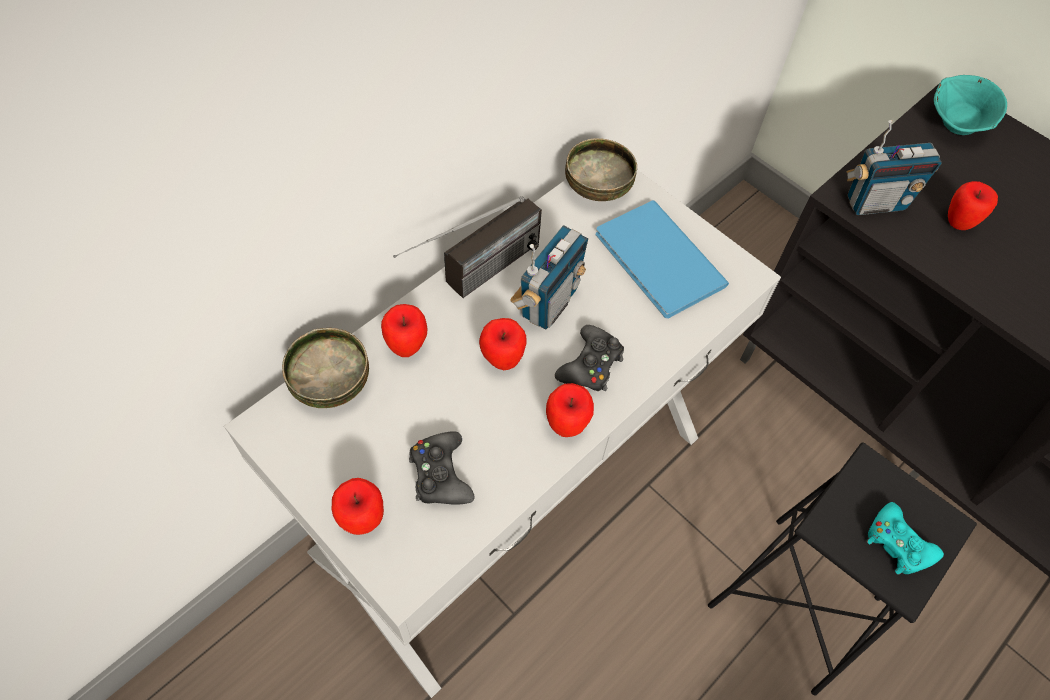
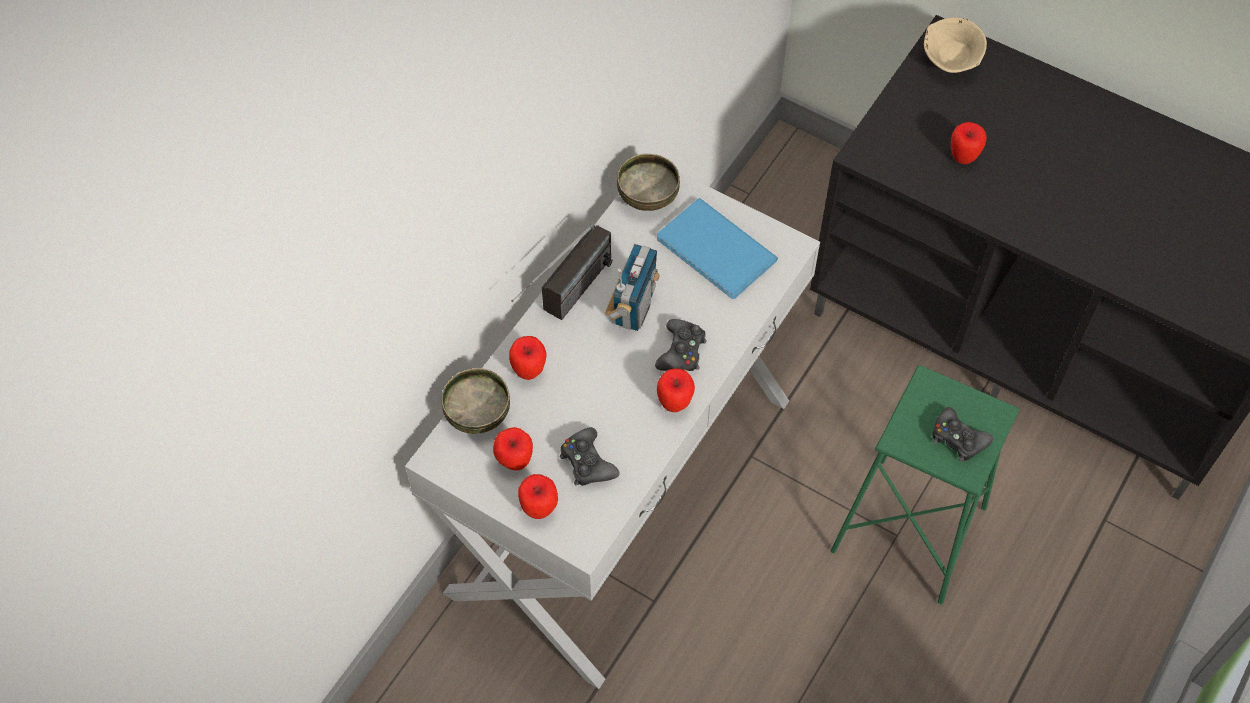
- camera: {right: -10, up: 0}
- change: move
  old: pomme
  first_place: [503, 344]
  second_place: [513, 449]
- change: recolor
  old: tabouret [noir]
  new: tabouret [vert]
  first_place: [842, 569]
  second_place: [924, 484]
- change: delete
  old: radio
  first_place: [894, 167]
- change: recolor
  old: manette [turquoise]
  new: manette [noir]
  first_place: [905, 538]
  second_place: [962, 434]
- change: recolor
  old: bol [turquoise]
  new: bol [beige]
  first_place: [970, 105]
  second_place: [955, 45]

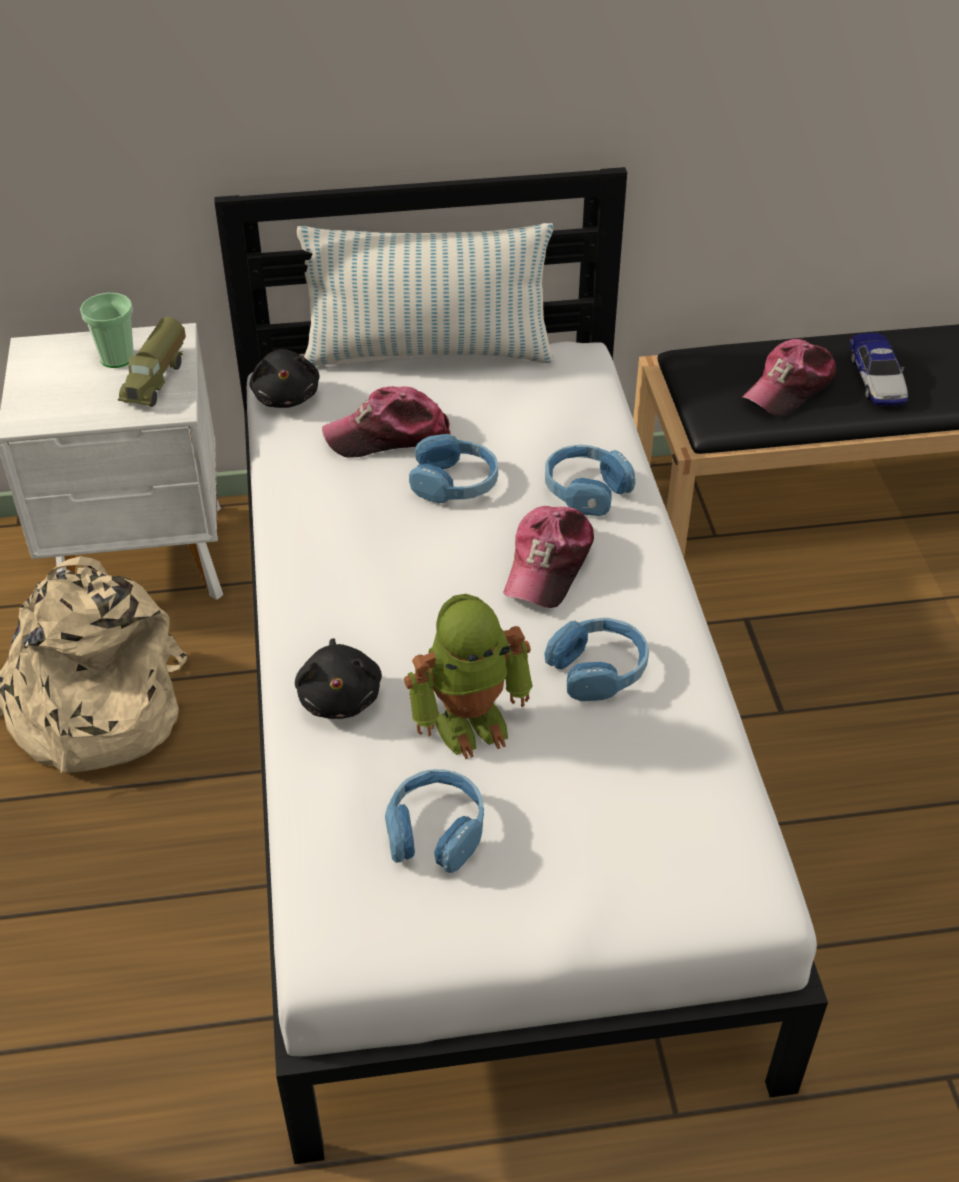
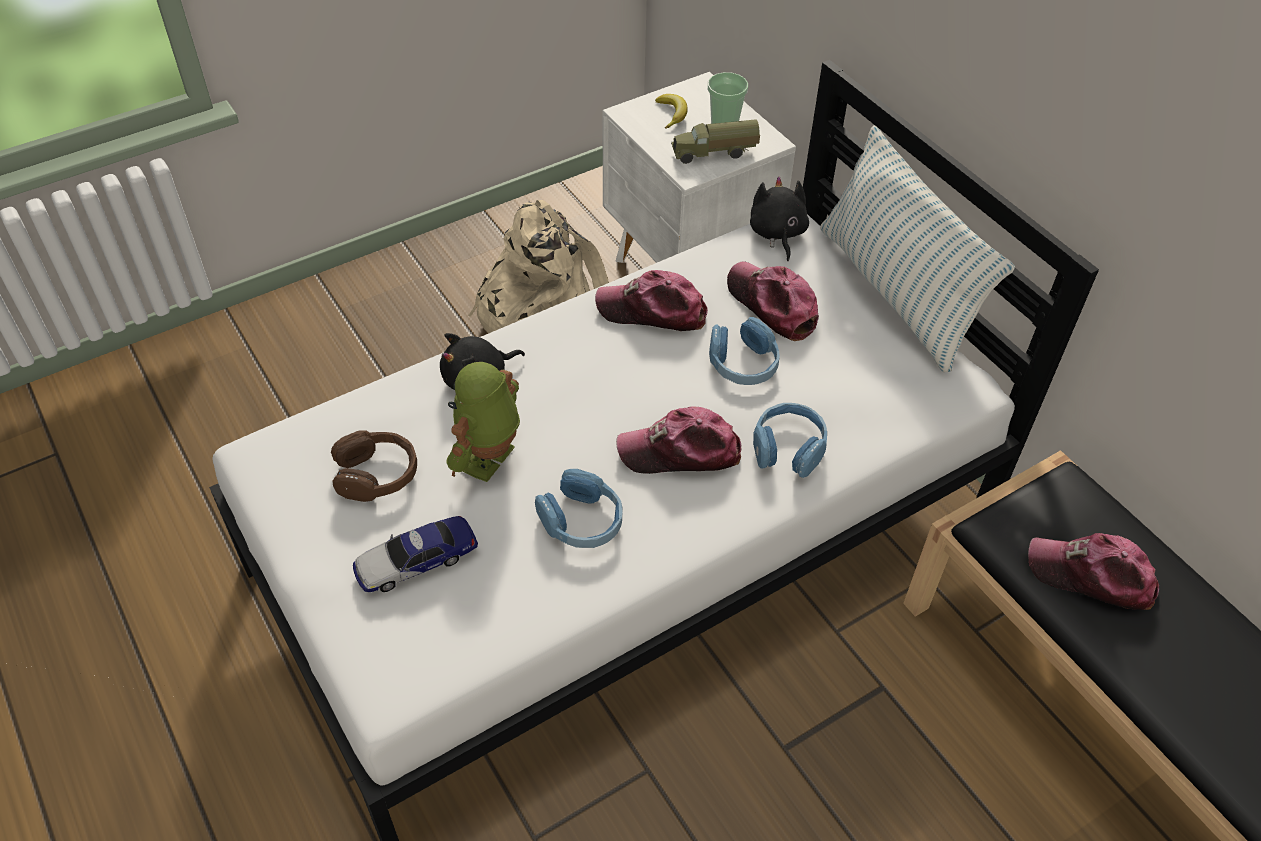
- camera: {right: 65, up: 5}
- change: rotate
  old: peluche [noir]
  first_place: [284, 378]
  second_place: [779, 218]
  degrees: 120
- change: recolor
  old: casque audio [bleu]
  new: casque audio [marron]
  first_place: [434, 821]
  second_place: [374, 466]
- change: rotate
  old: robot jouet
  first_place: [468, 676]
  second_place: [483, 422]
  degrees: 75
- change: move
  old: petite voiture
  first_place: [879, 369]
  second_place: [415, 554]
- change: insert
  new: casquette
  second_place: [651, 300]
- change: insert
  new: banane
  second_place: [671, 111]

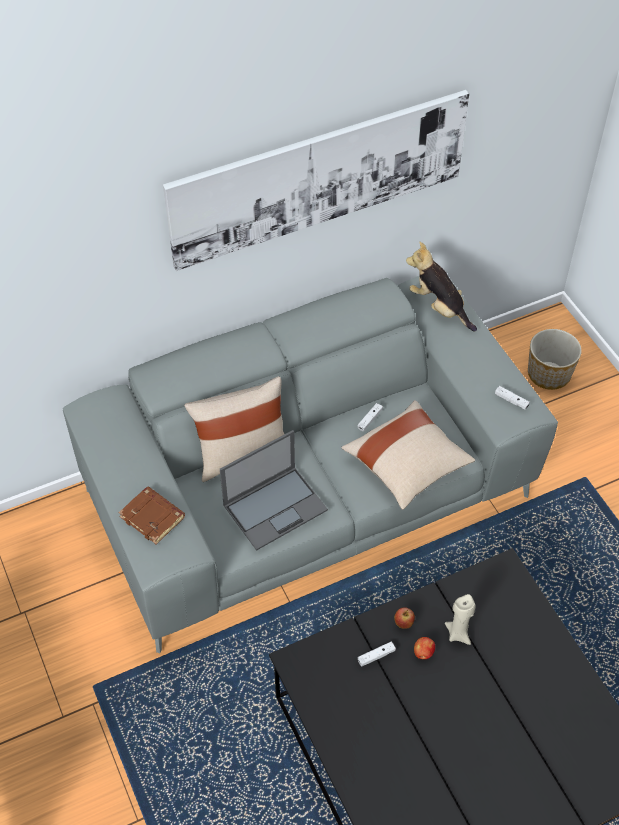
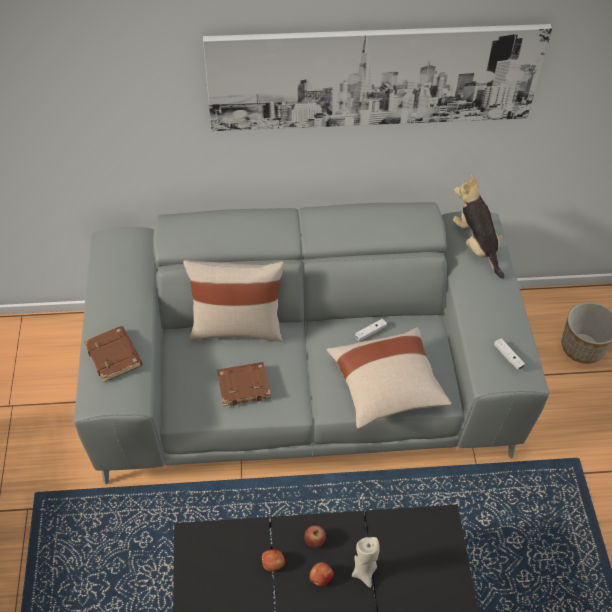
- camera: {right: 20, up: 0}
- change: replace
  old: ordinateur portable
  new: livre [marron]
  first_place: [274, 490]
  second_place: [244, 384]
- change: replace
  old: manette [blanc]
  new: pomme
  first_place: [377, 653]
  second_place: [273, 560]

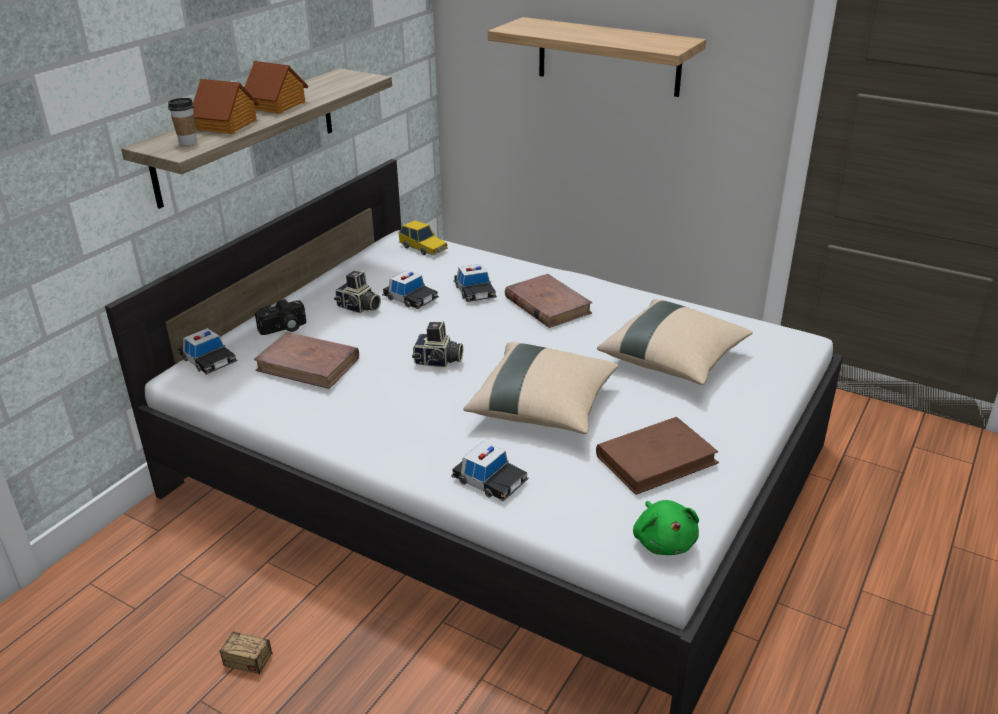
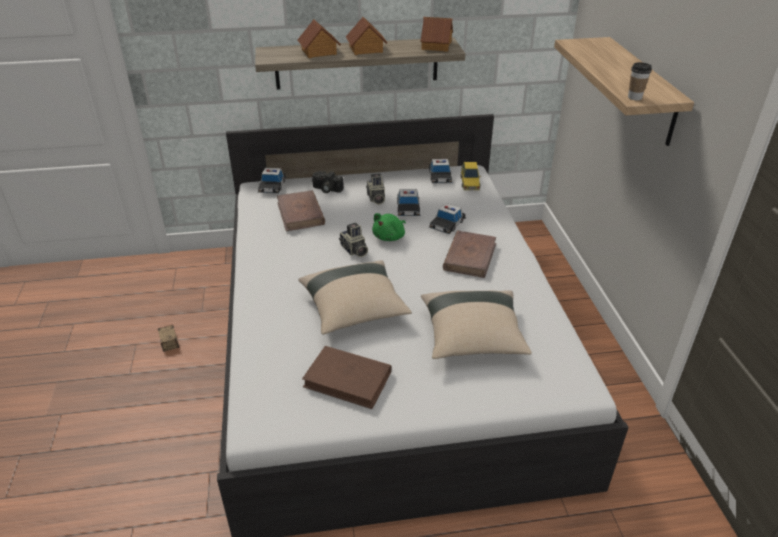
- camera: {right: 50, up: 5}
- change: move
  old: tasse
  first_place: [182, 122]
  second_place: [640, 81]
- change: move
  old: petite voiture
  first_place: [490, 471]
  second_place: [440, 171]
- change: move
  old: peluche [vert]
  first_place: [666, 527]
  second_place: [389, 227]
- change: insert
  new: maison miniature
  second_place: [437, 34]

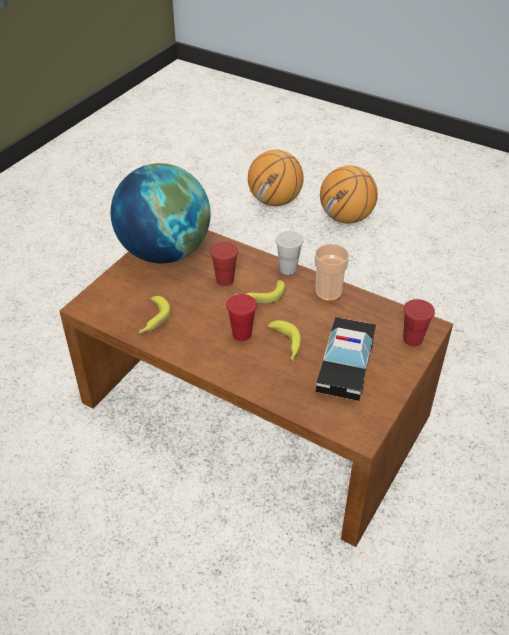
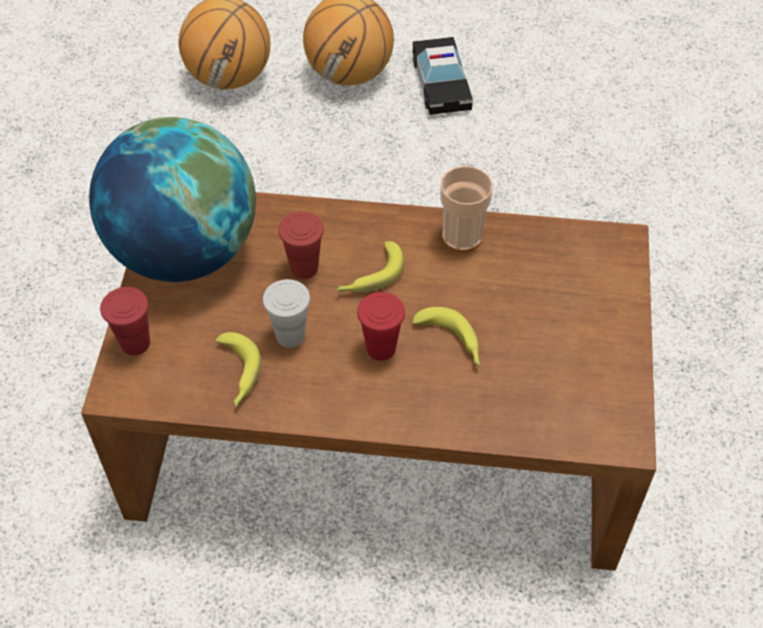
- camera: {right: -25, up: 10}
- change: move
  old: tasse [blanc]
  first_place: [289, 253]
  second_place: [286, 313]
- change: move
  old: petite voiture
  first_place: [346, 359]
  second_place: [443, 76]
- change: move
  old: tasse [rouge]
  first_place: [419, 323]
  second_place: [125, 321]

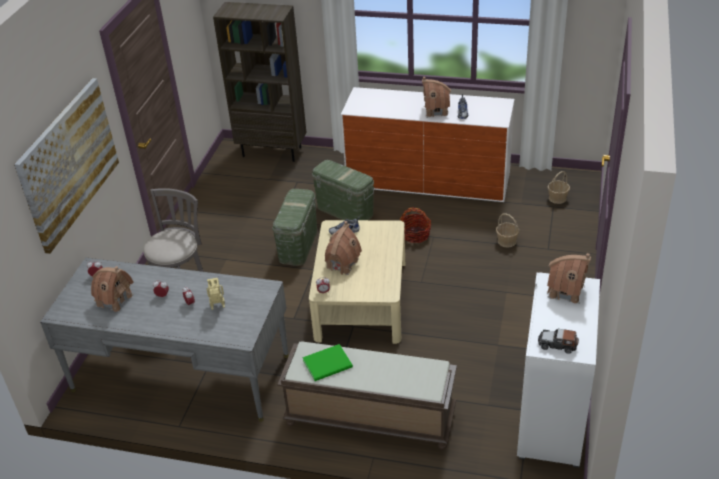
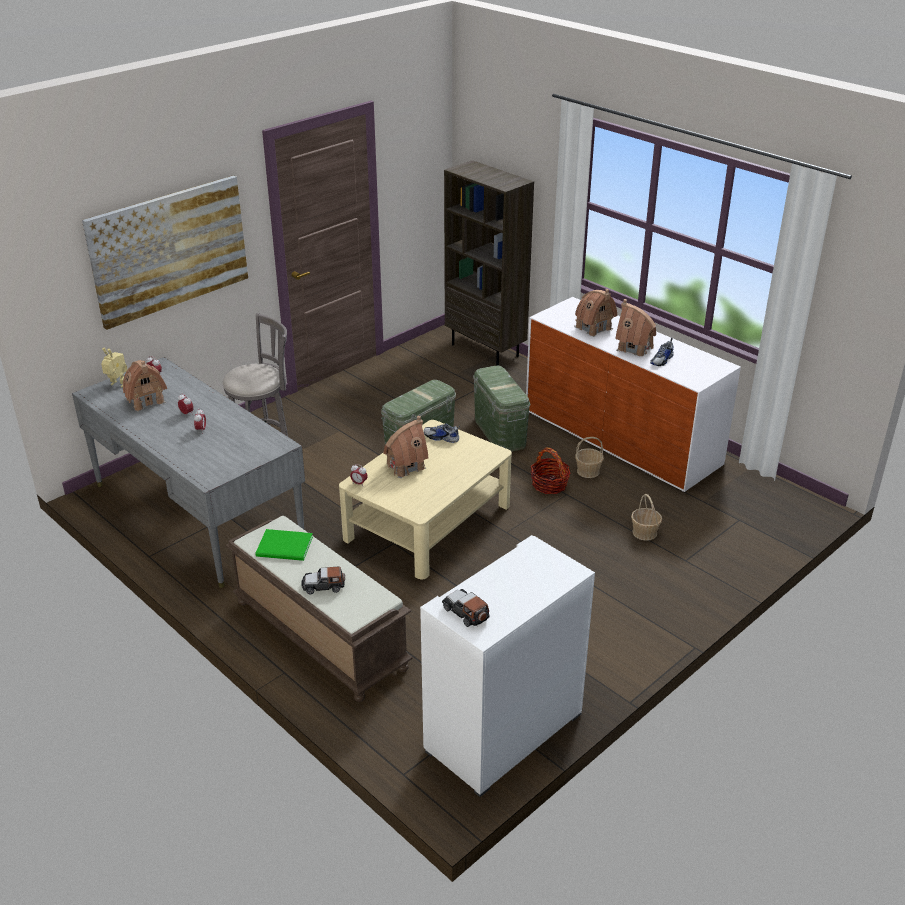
- camera: {right: 30, up: -5}
- change: move
  old: robot jouet
  first_place: [216, 294]
  second_place: [114, 368]
- change: move
  old: maison miniature
  first_place: [569, 278]
  second_place: [595, 313]
- change: move
  old: panier
  first_place: [559, 187]
  second_place: [589, 457]
- change: insert
  new: petite voiture
  second_place: [323, 581]

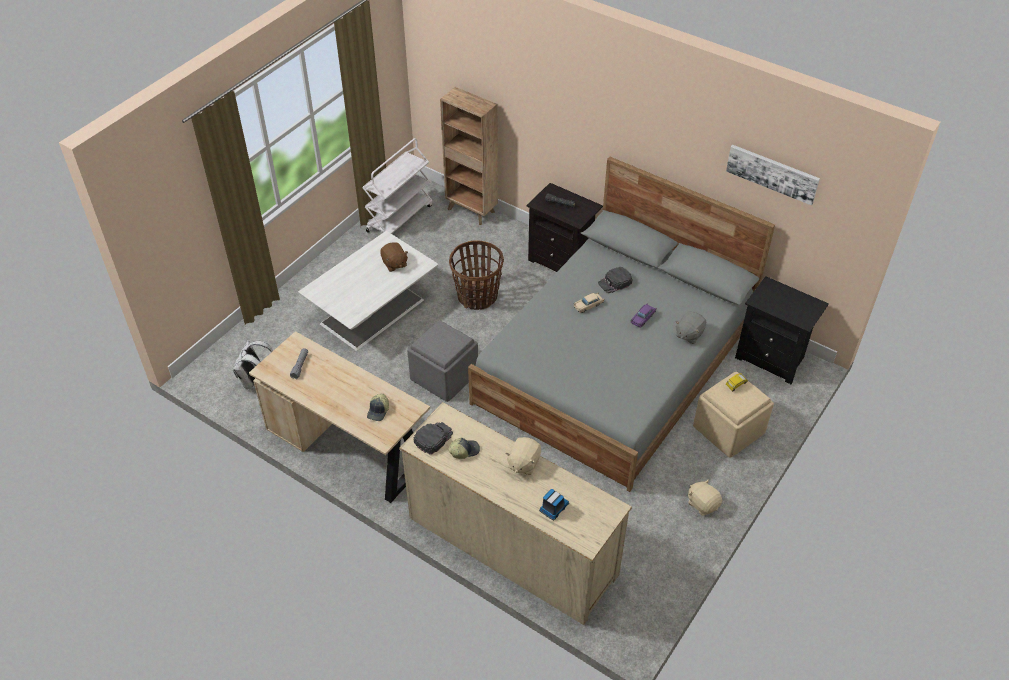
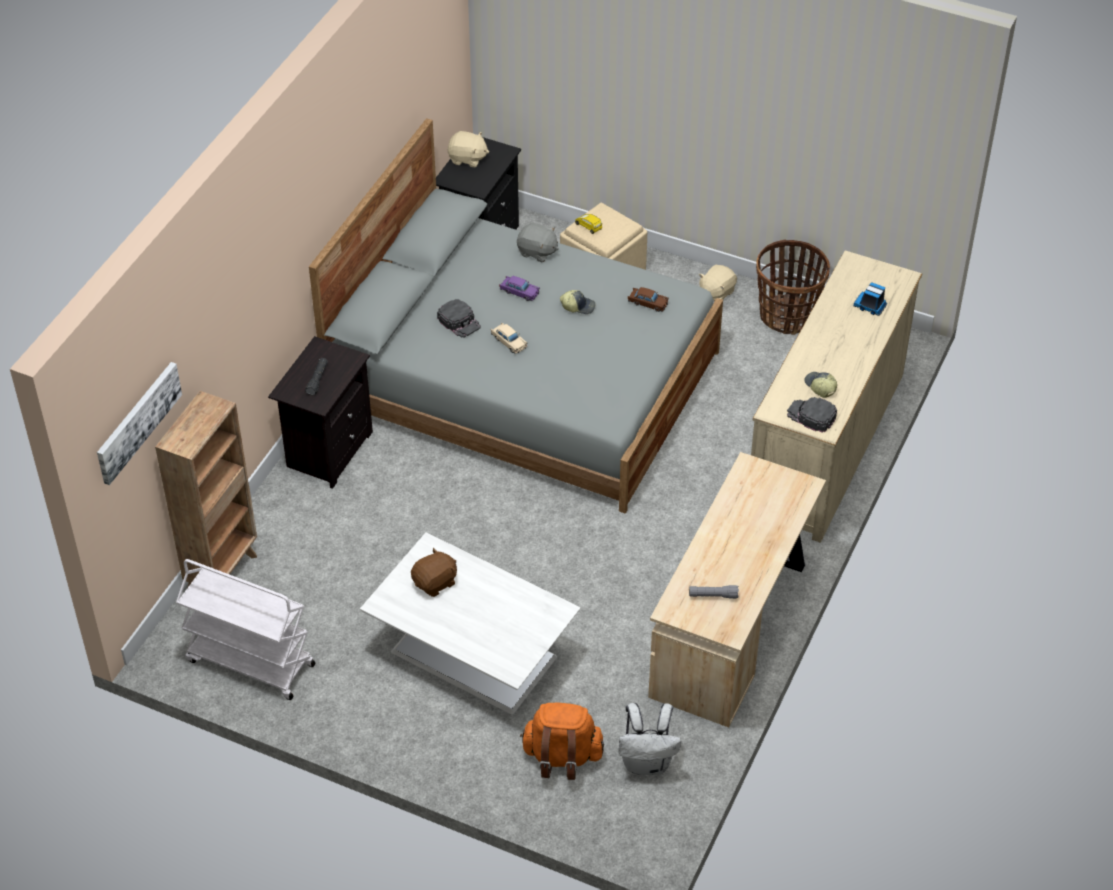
- camera: {right: -100, up: 0}
- change: move
  old: casquette
  first_place: [378, 407]
  second_place: [578, 302]
- change: delete
  old: pouf [gris]
  first_place: [442, 361]
- change: move
  old: panier
  first_place: [476, 275]
  second_place: [793, 287]
- change: move
  old: peluche [beige]
  first_place: [523, 456]
  second_place: [468, 149]
- change: move
  old: tableau
  first_place: [773, 175]
  second_place: [139, 423]
- change: insert
  new: sac à dos [orange]
  second_place: [562, 741]
- change: insert
  new: petite voiture [marron]
  second_place: [648, 299]

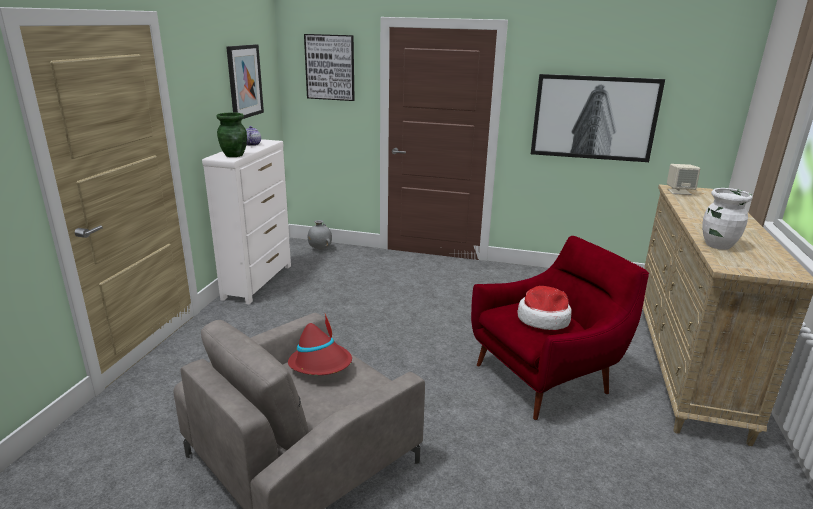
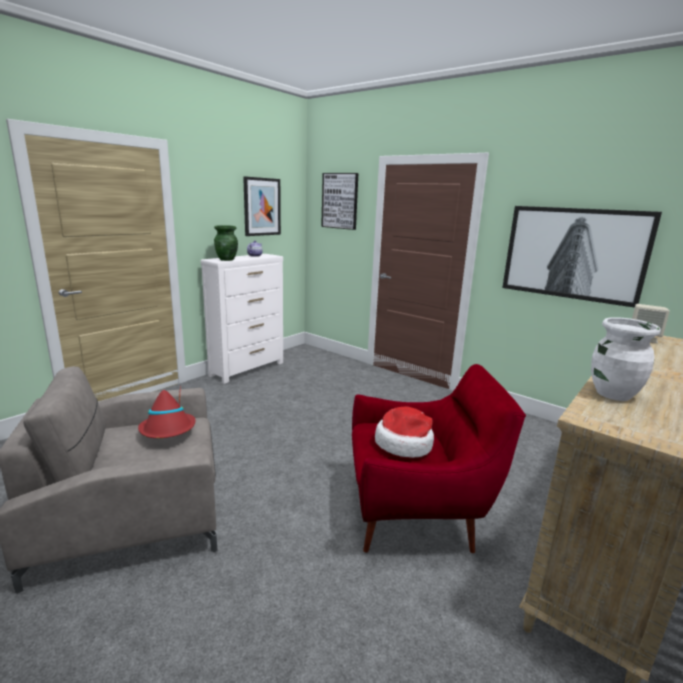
- camera: {right: 25, up: -5}
- change: delete
  old: vase [gris]
  first_place: [320, 235]

